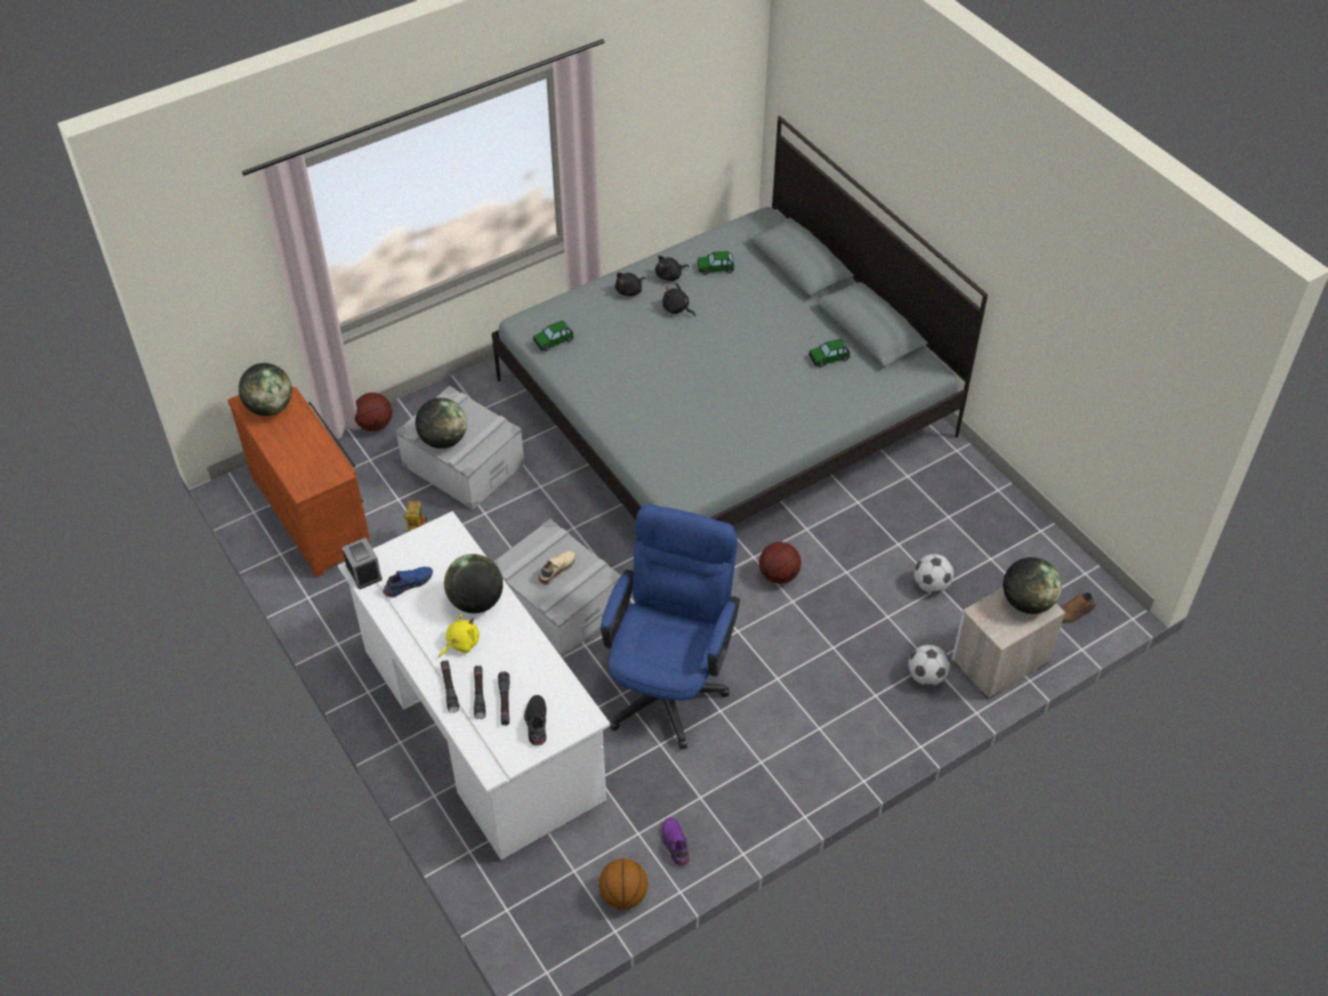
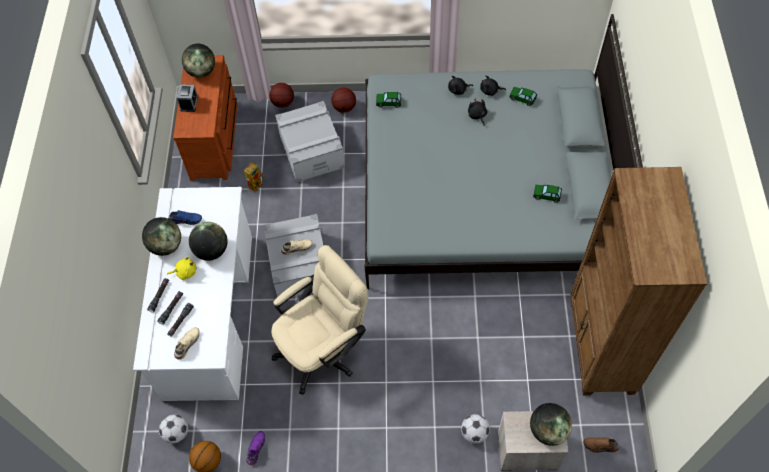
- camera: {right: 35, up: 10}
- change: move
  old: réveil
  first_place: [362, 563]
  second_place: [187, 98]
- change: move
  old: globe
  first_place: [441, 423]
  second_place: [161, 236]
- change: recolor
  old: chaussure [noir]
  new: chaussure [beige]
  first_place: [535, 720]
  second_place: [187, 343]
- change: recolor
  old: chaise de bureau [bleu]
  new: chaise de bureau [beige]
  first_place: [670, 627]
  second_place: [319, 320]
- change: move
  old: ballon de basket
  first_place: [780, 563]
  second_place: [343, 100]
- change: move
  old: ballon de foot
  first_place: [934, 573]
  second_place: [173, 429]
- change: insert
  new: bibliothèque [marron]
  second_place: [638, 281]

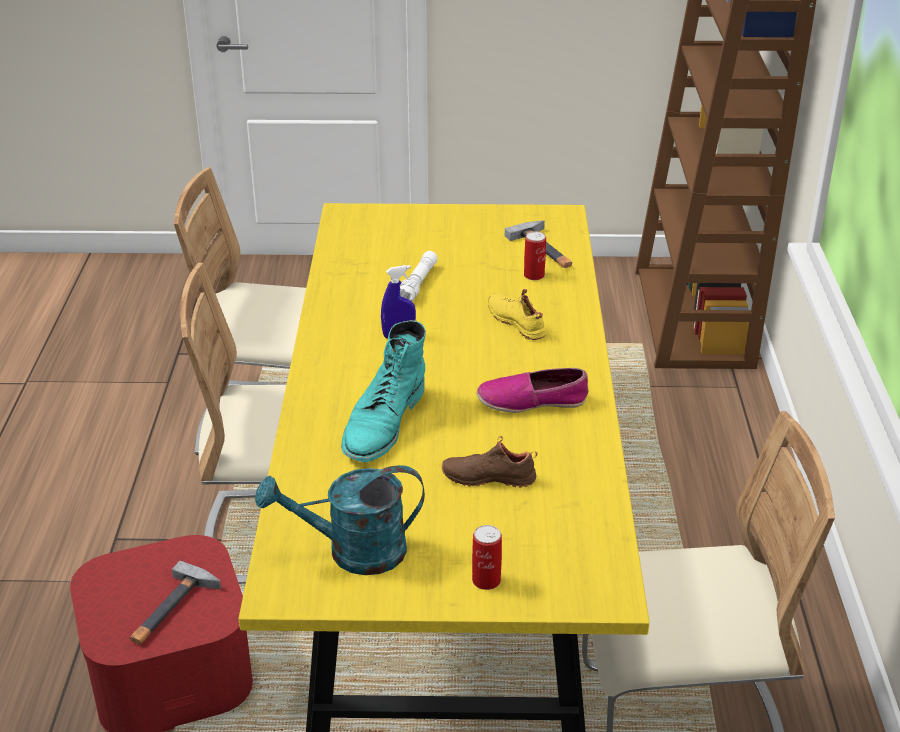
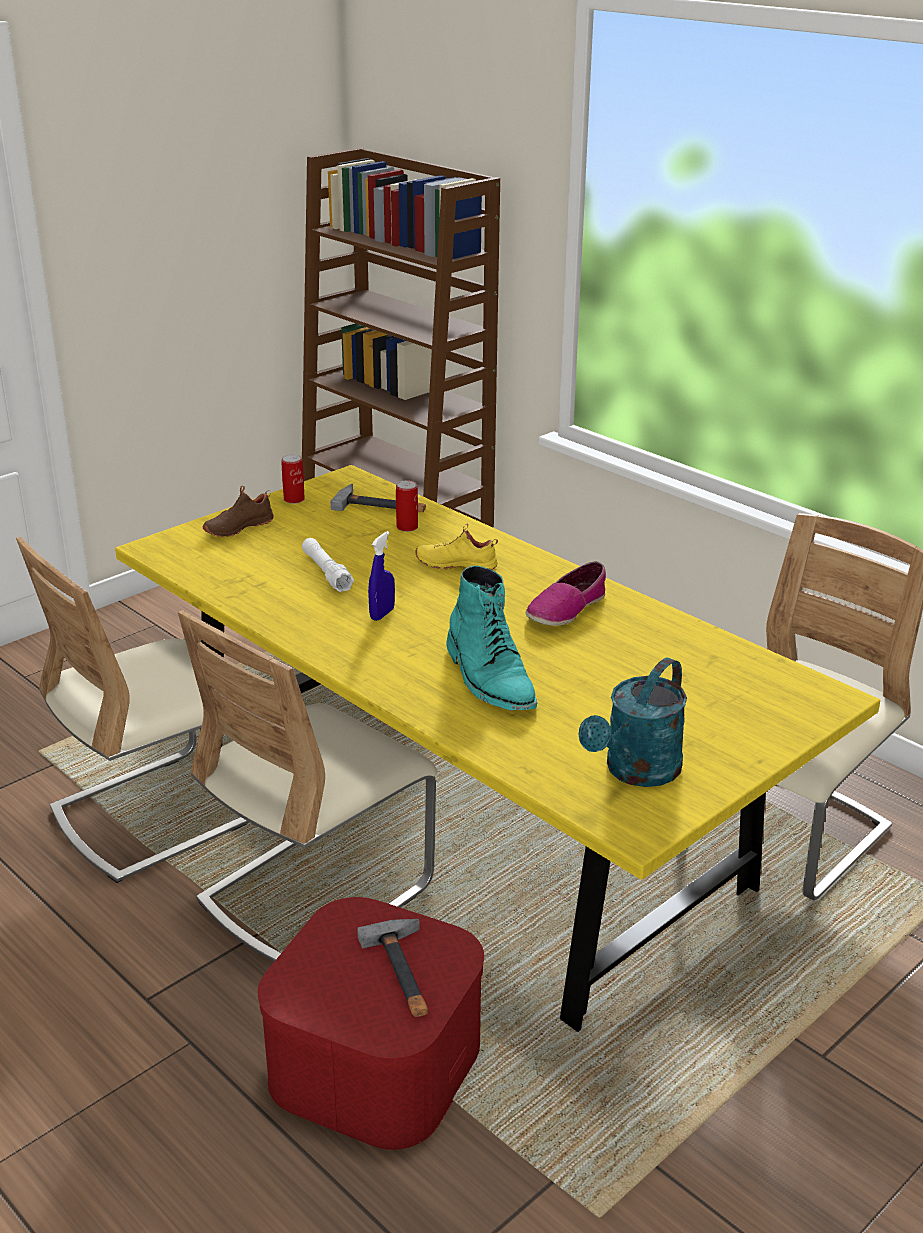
- camera: {right: -45, up: -5}
- change: move
  old: chaussure [marron]
  first_place: [490, 462]
  second_place: [238, 511]
- change: move
  old: boîte métallique
  first_place: [487, 557]
  second_place: [293, 479]

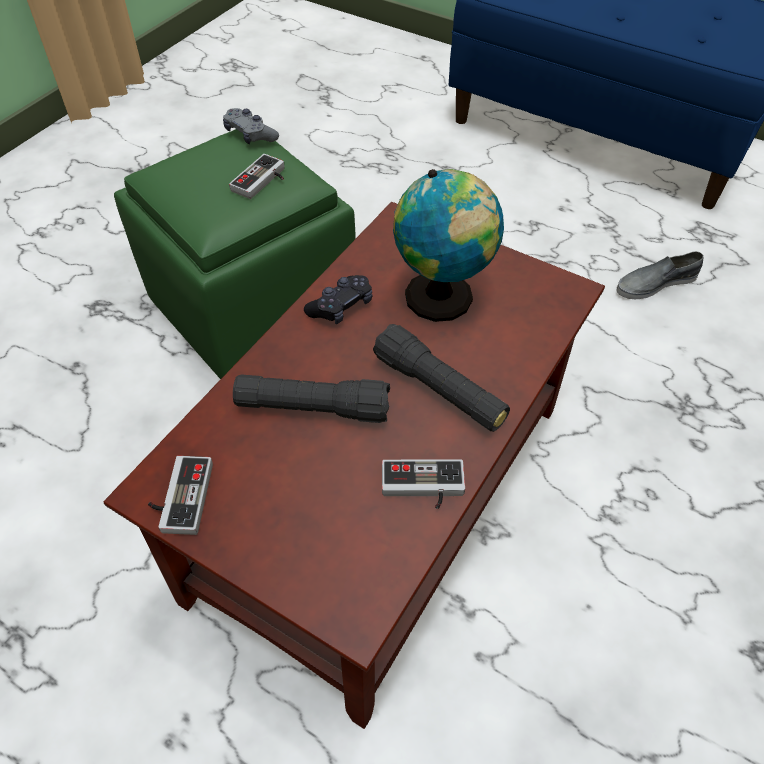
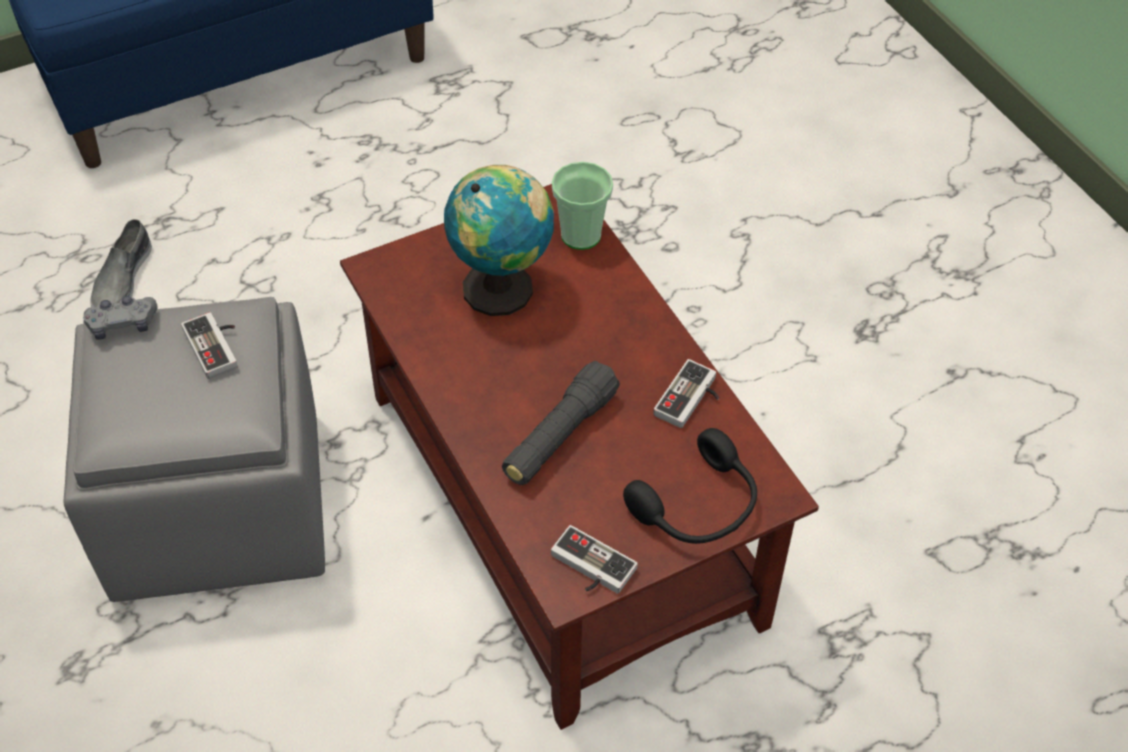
- camera: {right: -60, up: 0}
- change: recolor
  old: pouf [vert]
  new: pouf [gris]
  first_place: [235, 254]
  second_place: [194, 449]
- change: delete
  old: manette [noir]
  first_place: [338, 299]
- change: delete
  old: lampe de poche [noir]
  first_place: [441, 378]
- change: move
  old: chaussure [gris]
  first_place: [660, 275]
  second_place: [121, 263]
- change: insert
  new: tasse
  second_place: [582, 206]
- change: insert
  new: casque audio [noir]
  second_place: [690, 486]

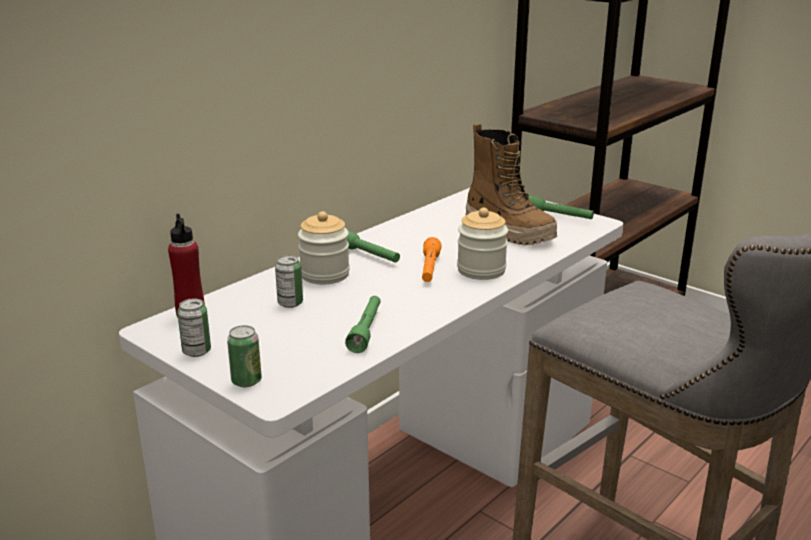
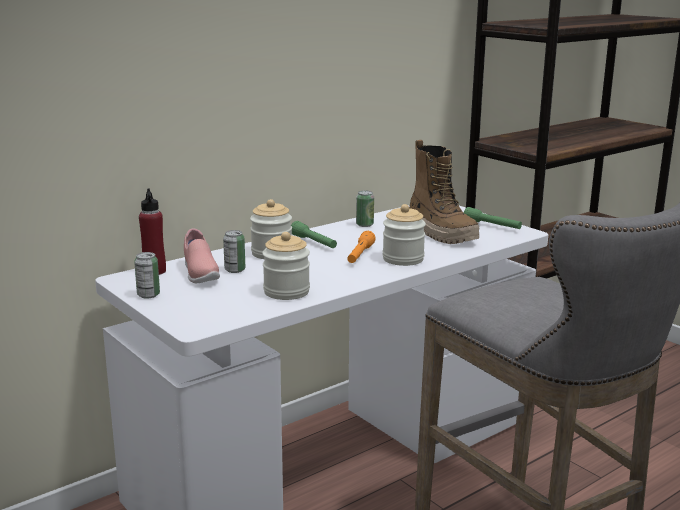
- camera: {right: 10, up: -5}
- change: move
  old: boîte métallique
  first_place: [244, 356]
  second_place: [365, 208]
- change: replace
  old: lampe de poche [vert]
  new: bocal
  first_place: [363, 324]
  second_place: [286, 266]
- change: insert
  new: chaussure [rose]
  second_place: [202, 256]

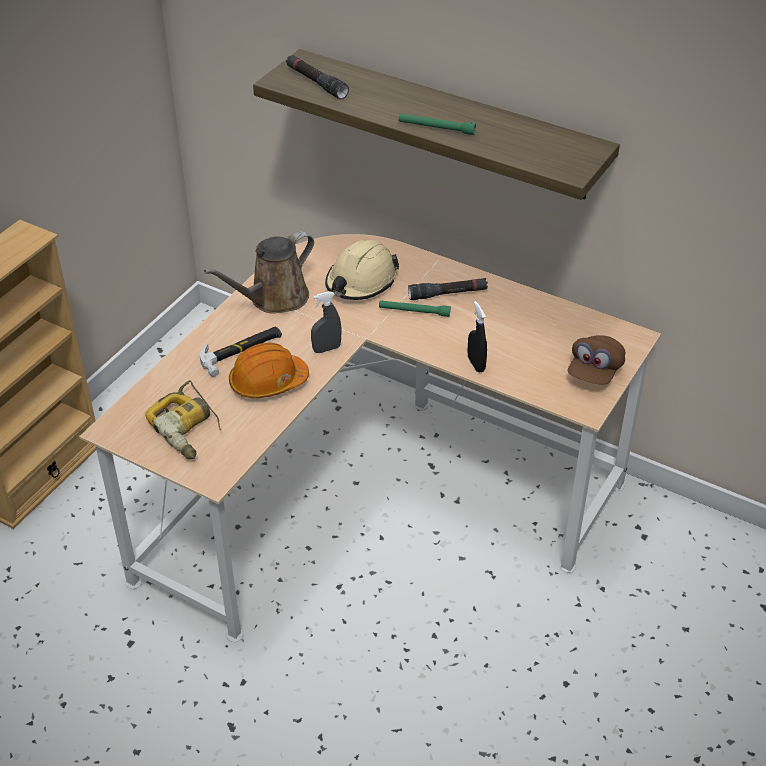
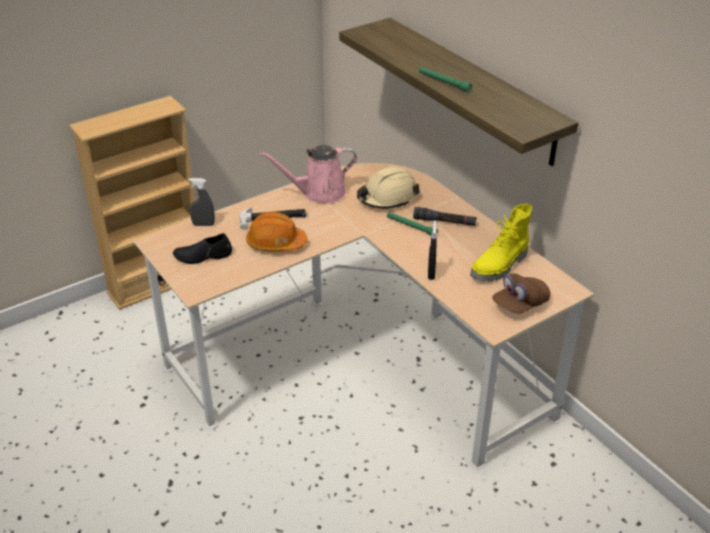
- camera: {right: 25, up: -5}
- change: replace
  old: perceuse
  new: chaussure [noir]
  first_place: [183, 420]
  second_place: [202, 248]
- change: recolor
  old: arrosoir [marron]
  new: arrosoir [rose]
  first_place: [259, 272]
  second_place: [308, 174]
- change: delete
  old: lampe de poche [noir]
  first_place: [317, 77]
- change: move
  old: vaporisateur [gris]
  first_place: [326, 322]
  second_place: [201, 202]
- change: insert
  new: botte [jaune]
  second_place: [501, 243]

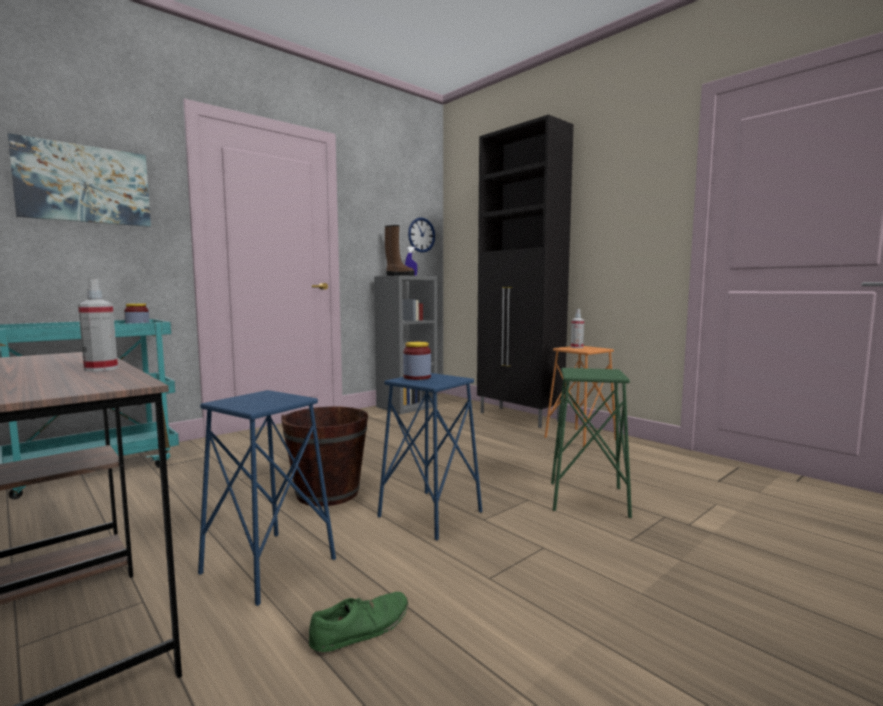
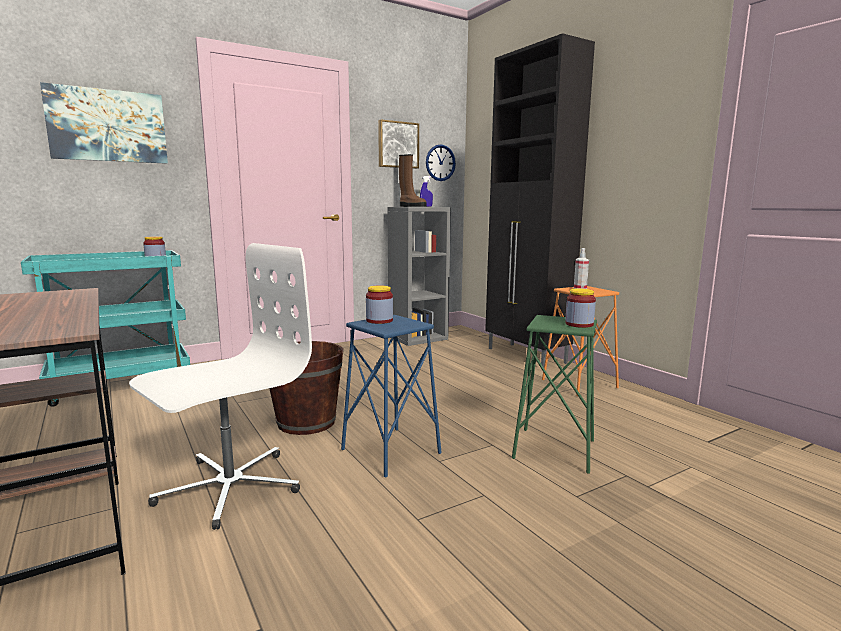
- camera: {right: 10, up: 5}
- change: delete
  old: vaporisateur
  first_place: [98, 325]
- change: replace
  old: tabouret [bleu]
  new: chaise de bureau [blanc]
  first_place: [267, 498]
  second_place: [220, 386]
- change: delete
  old: chaussure [vert]
  first_place: [358, 622]
- change: insert
  new: tableau
  second_place: [398, 144]
- change: insert
  new: bocal
  second_place: [580, 308]

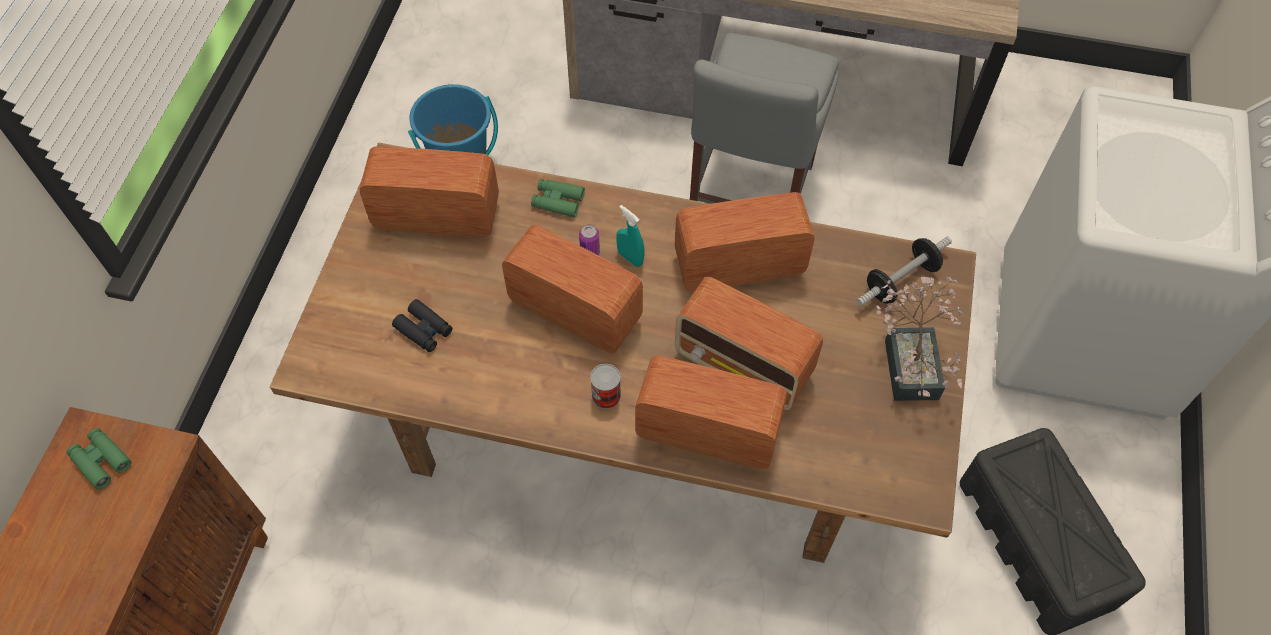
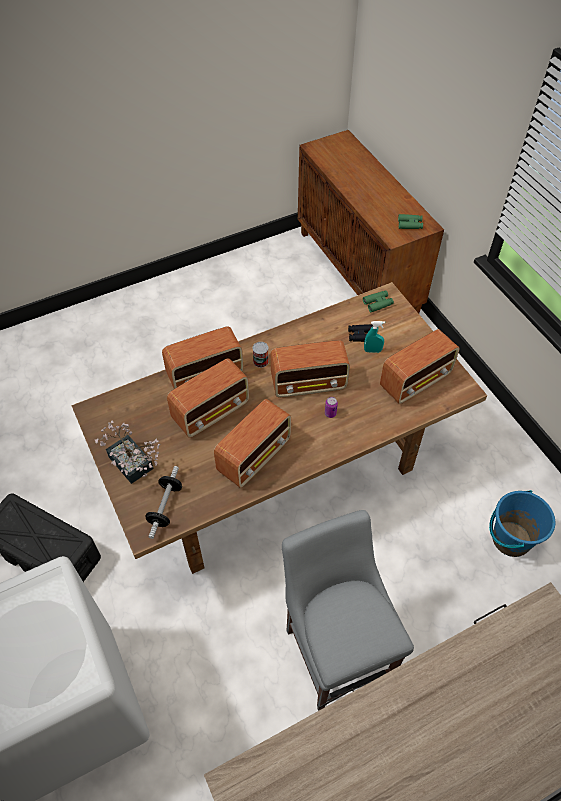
- camera: {right: 140, up: -5}
- change: move
  old: jumelles [vert]
  first_place: [558, 198]
  second_place: [378, 301]
- change: move
  old: vaporisateur [turquoise]
  first_place: [630, 236]
  second_place: [374, 337]
- change: rotate
  old: radio
  first_place: [749, 343]
  second_place: [208, 397]
  degrees: 150

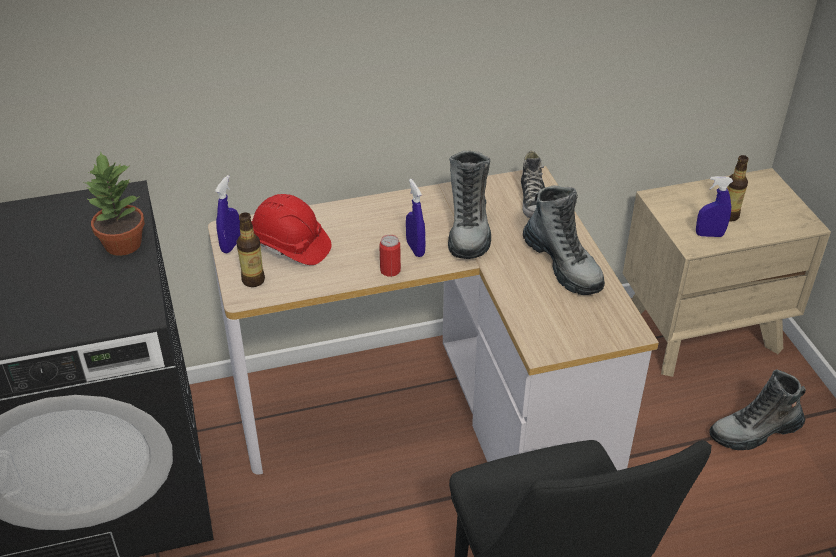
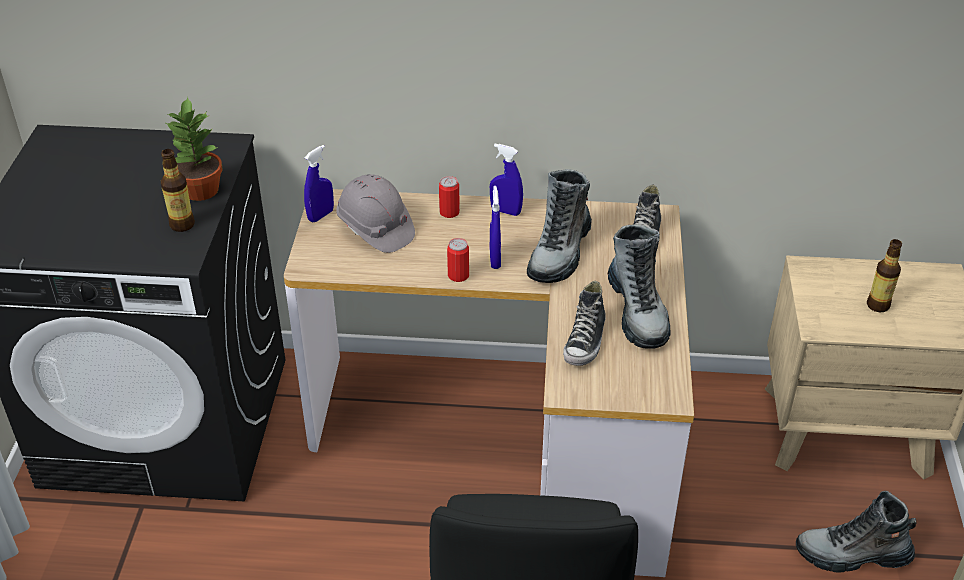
- camera: {right: 20, up: 0}
- change: move
  old: bouteille
  first_place: [251, 249]
  second_place: [178, 190]
- change: recolor
  old: casque de chantier [rouge]
  new: casque de chantier [gris]
  first_place: [291, 229]
  second_place: [375, 213]
- change: move
  old: vaporisateur [bleu]
  first_place: [714, 206]
  second_place: [506, 180]
- change: insert
  new: boîte métallique
  second_place: [449, 197]
- change: insert
  new: chaussure
  second_place: [584, 323]

